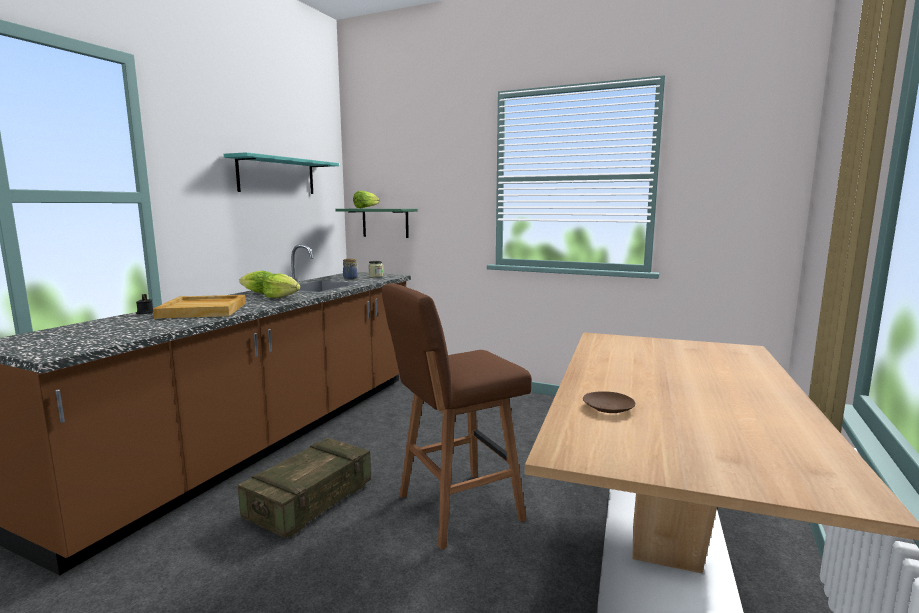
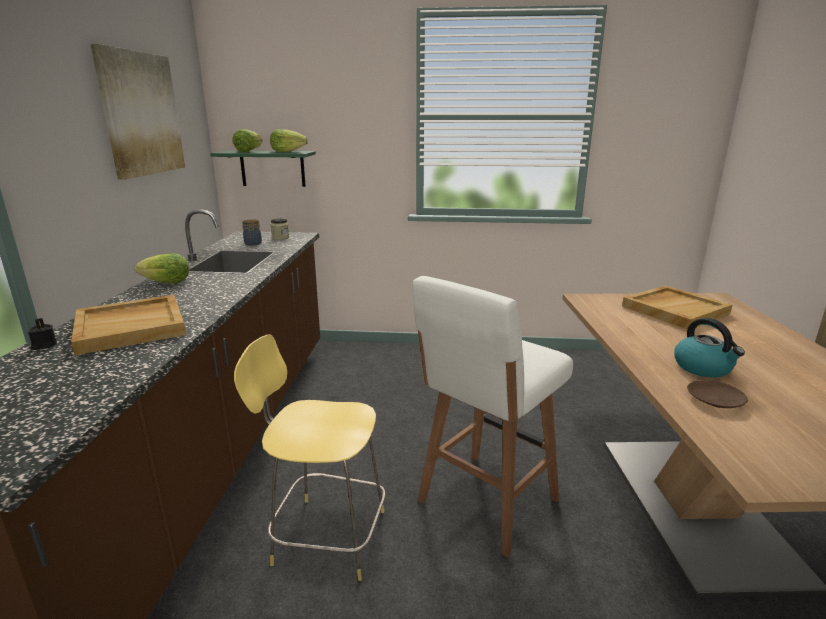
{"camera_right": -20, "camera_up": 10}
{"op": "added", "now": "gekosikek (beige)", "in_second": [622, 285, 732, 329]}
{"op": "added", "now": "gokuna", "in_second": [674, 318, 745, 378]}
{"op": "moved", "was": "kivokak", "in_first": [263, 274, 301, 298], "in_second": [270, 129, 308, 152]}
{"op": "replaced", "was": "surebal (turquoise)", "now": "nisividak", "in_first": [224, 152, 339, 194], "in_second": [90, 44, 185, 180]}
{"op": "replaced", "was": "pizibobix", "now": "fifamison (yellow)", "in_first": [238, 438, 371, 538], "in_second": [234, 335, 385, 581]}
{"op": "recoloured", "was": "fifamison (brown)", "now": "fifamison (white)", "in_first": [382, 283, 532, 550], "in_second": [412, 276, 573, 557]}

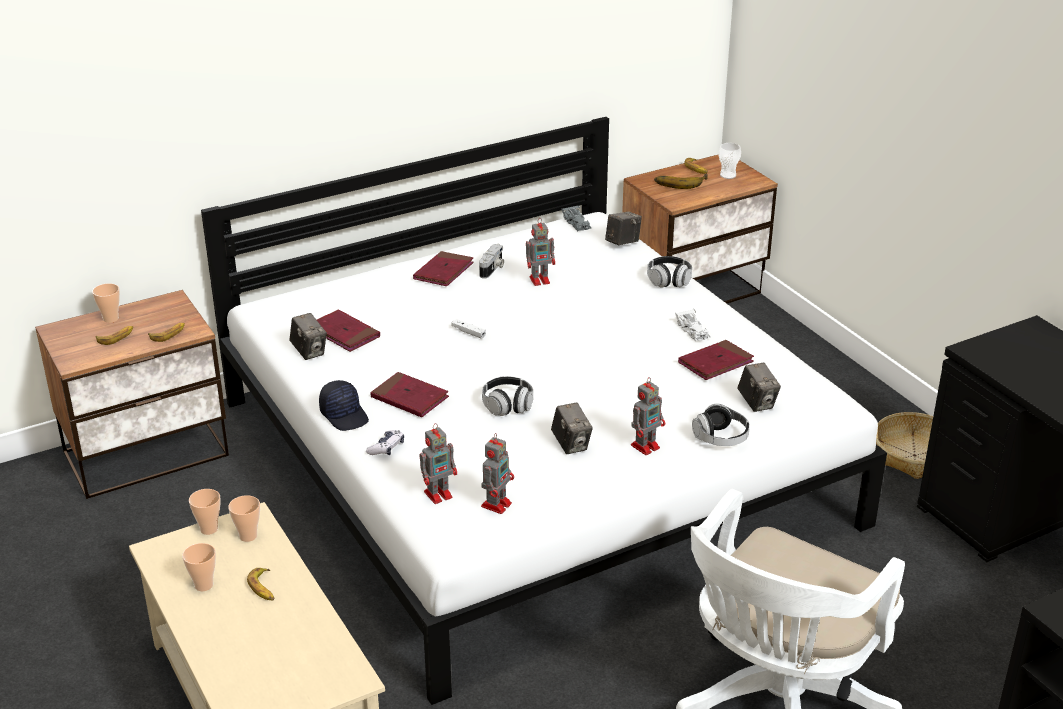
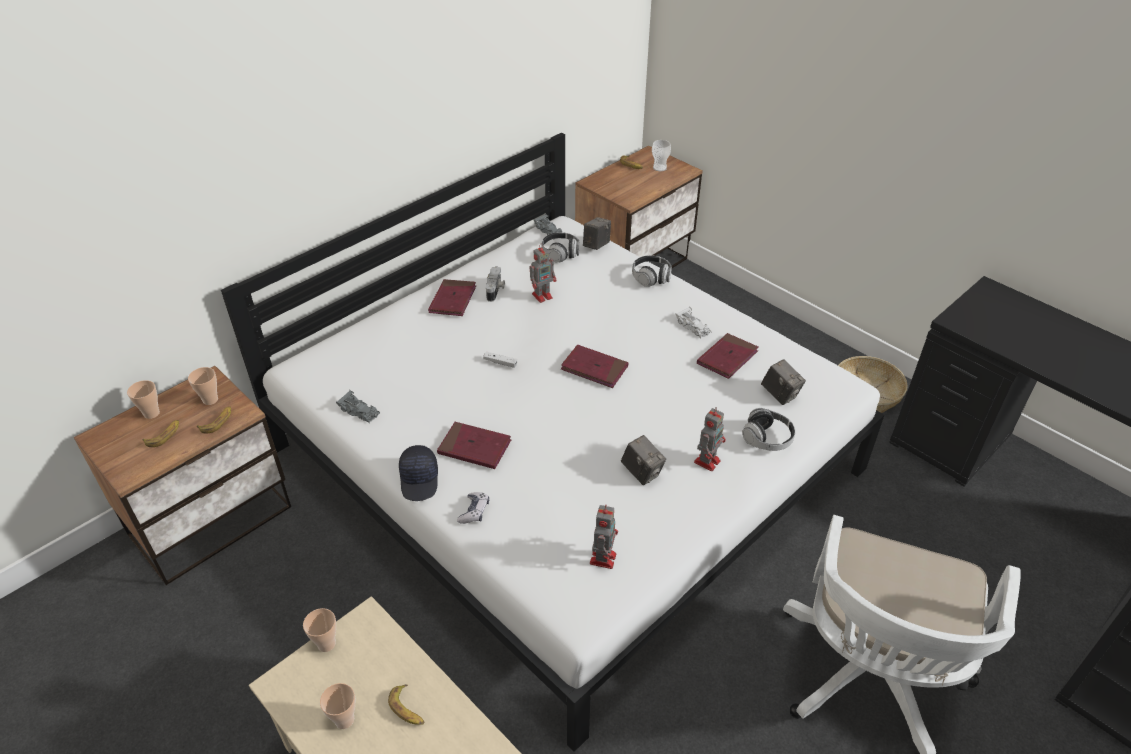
{"camera_right": -15, "camera_up": 10}
{"op": "removed", "was": "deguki", "in_first": [420, 423, 457, 504]}
{"op": "removed", "was": "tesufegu", "in_first": [654, 174, 708, 189]}
{"op": "moved", "was": "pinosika", "in_first": [228, 495, 260, 542], "in_second": [188, 367, 218, 405]}
{"op": "moved", "was": "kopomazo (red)", "in_first": [317, 309, 380, 352], "in_second": [561, 345, 628, 388]}
{"op": "moved", "was": "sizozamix", "in_first": [482, 376, 533, 416], "in_second": [541, 232, 579, 262]}
{"op": "replaced", "was": "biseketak", "now": "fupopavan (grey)", "in_first": [290, 313, 327, 360], "in_second": [336, 390, 380, 423]}
{"op": "turned", "was": "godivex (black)", "in_first": [319, 380, 369, 431], "in_second": [399, 445, 438, 501], "clockwise": 45}

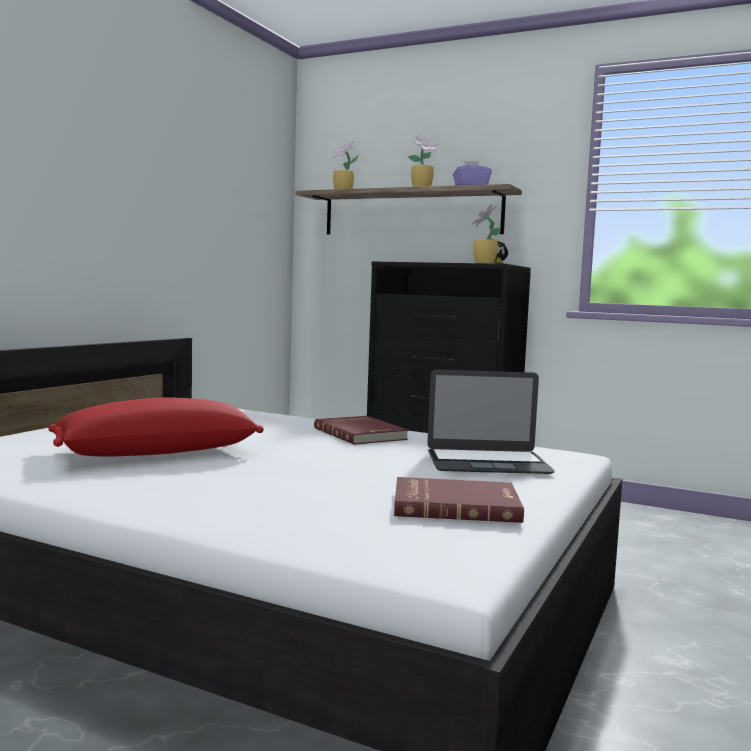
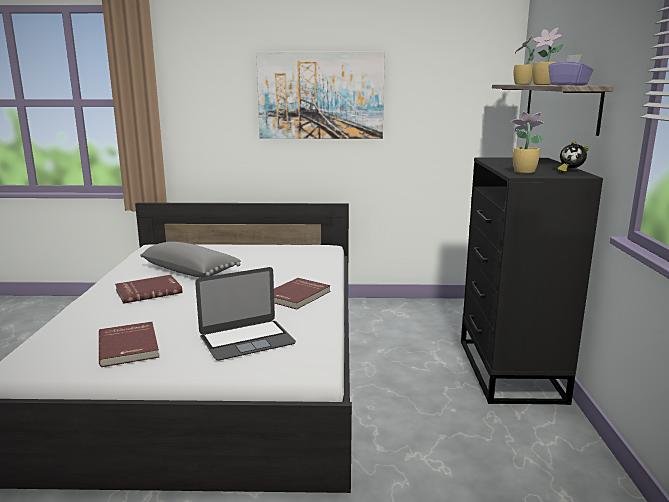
{"camera_right": 65, "camera_up": 10}
{"op": "added", "now": "kopomazo (red)", "in_second": [115, 275, 182, 303]}
{"op": "added", "now": "nisividak", "in_second": [256, 52, 385, 139]}
{"op": "recoloured", "was": "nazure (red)", "now": "nazure (grey)", "in_first": [48, 397, 264, 457], "in_second": [140, 242, 241, 278]}
{"op": "turned", "was": "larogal", "in_first": [427, 369, 555, 474], "in_second": [195, 267, 296, 361], "clockwise": -90}

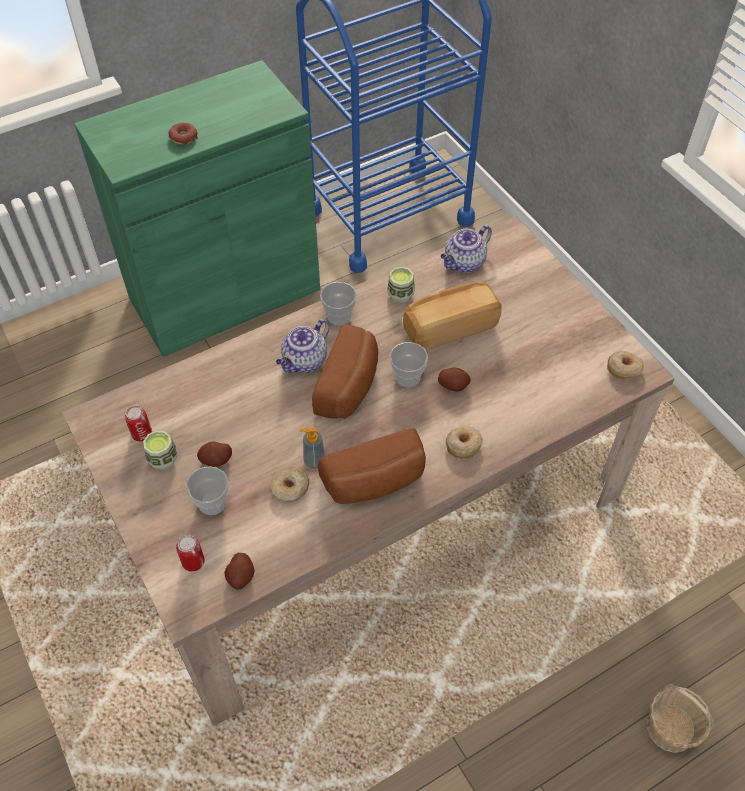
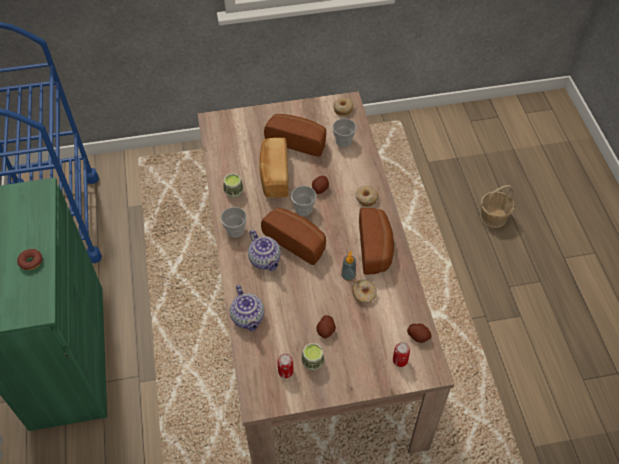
{"camera_right": -70, "camera_up": 0}
{"op": "added", "now": "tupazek", "in_second": [264, 114, 326, 157]}
{"op": "moved", "was": "pinosika", "in_first": [186, 466, 228, 515], "in_second": [332, 118, 356, 147]}
{"op": "moved", "was": "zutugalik", "in_first": [441, 225, 492, 273], "in_second": [230, 285, 264, 332]}

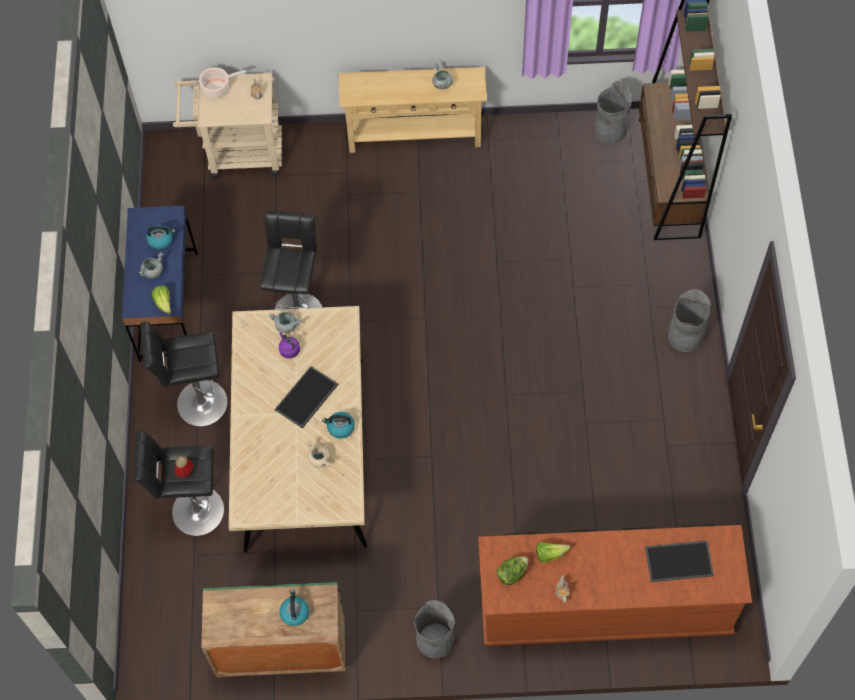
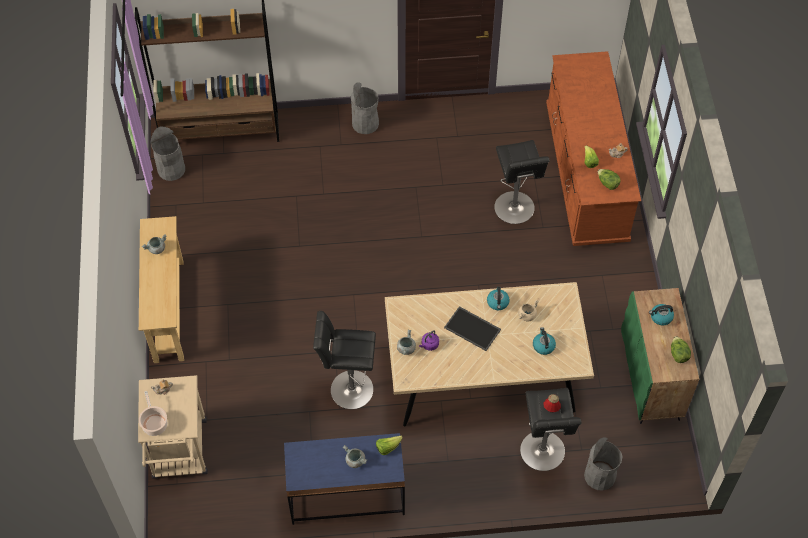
{"camera_right": -95, "camera_up": -5}
{"op": "removed", "was": "gekosikek", "in_first": [645, 541, 714, 582]}
{"op": "added", "now": "kivokak", "in_second": [671, 336, 691, 363]}
{"op": "moved", "was": "fifamison (black)", "in_first": [140, 321, 227, 426], "in_second": [494, 140, 550, 224]}
{"op": "moved", "was": "gokuna", "in_first": [146, 225, 175, 250], "in_second": [533, 327, 556, 355]}
{"op": "moved", "was": "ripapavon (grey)", "in_first": [414, 600, 455, 659], "in_second": [584, 437, 623, 490]}

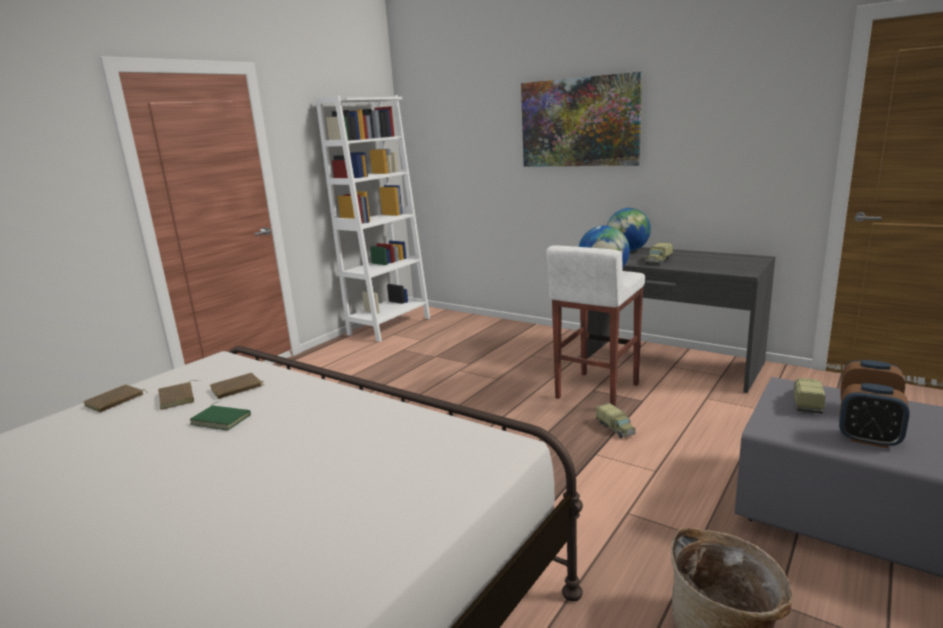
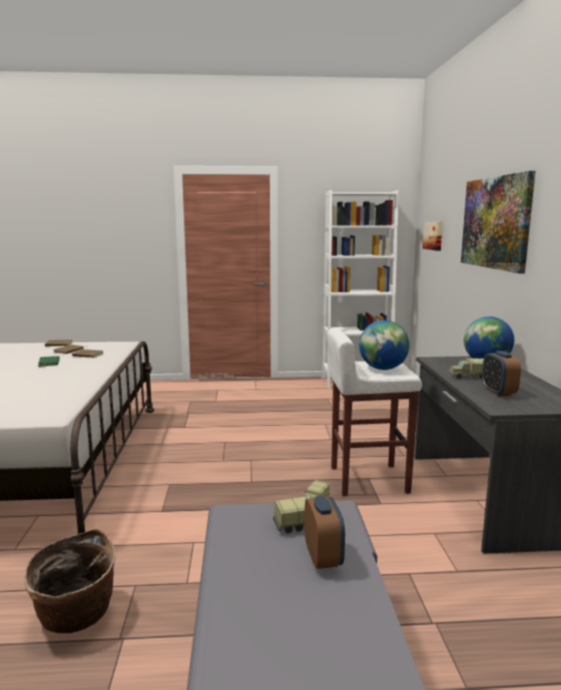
{"camera_right": 50, "camera_up": -5}
{"op": "added", "now": "nisividak", "in_second": [423, 221, 443, 251]}
{"op": "moved", "was": "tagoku", "in_first": [839, 383, 910, 448], "in_second": [482, 351, 521, 396]}

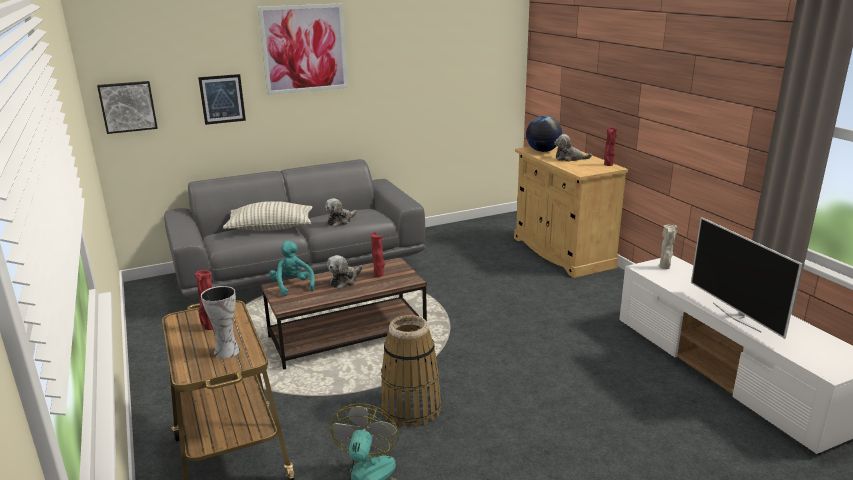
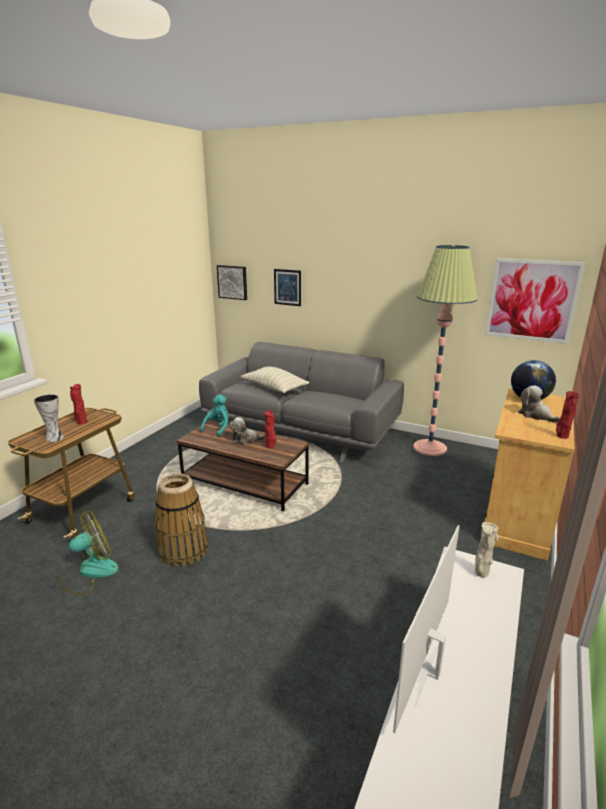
{"camera_right": 50, "camera_up": 0}
{"op": "removed", "was": "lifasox", "in_first": [325, 198, 357, 227]}
{"op": "added", "now": "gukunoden", "in_second": [413, 245, 477, 456]}
{"op": "moved", "was": "nisividak", "in_first": [258, 3, 348, 95], "in_second": [485, 258, 585, 344]}

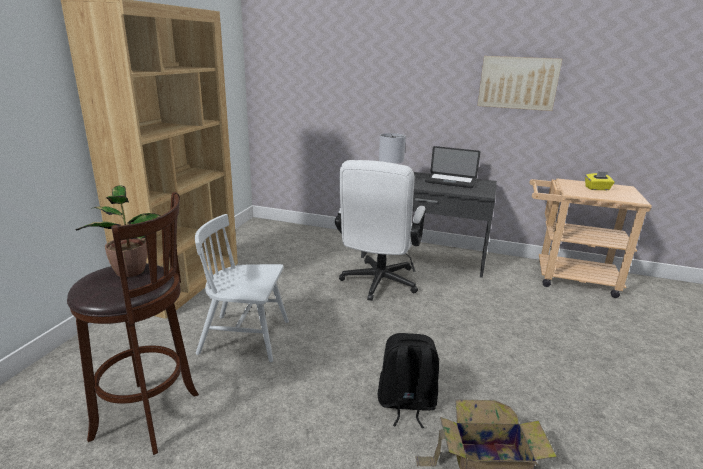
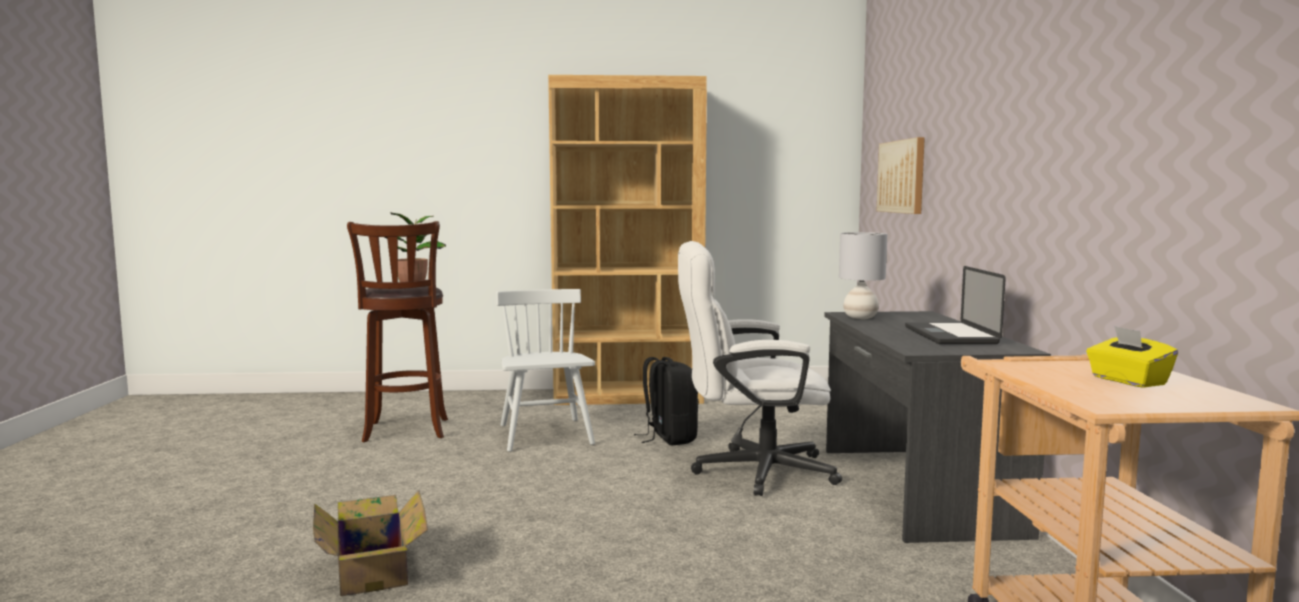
{"camera_right": 70, "camera_up": -15}
{"op": "moved", "was": "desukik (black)", "in_first": [378, 333, 439, 428], "in_second": [634, 357, 699, 446]}
{"op": "moved", "was": "nisividak", "in_first": [477, 56, 562, 111], "in_second": [877, 137, 925, 214]}

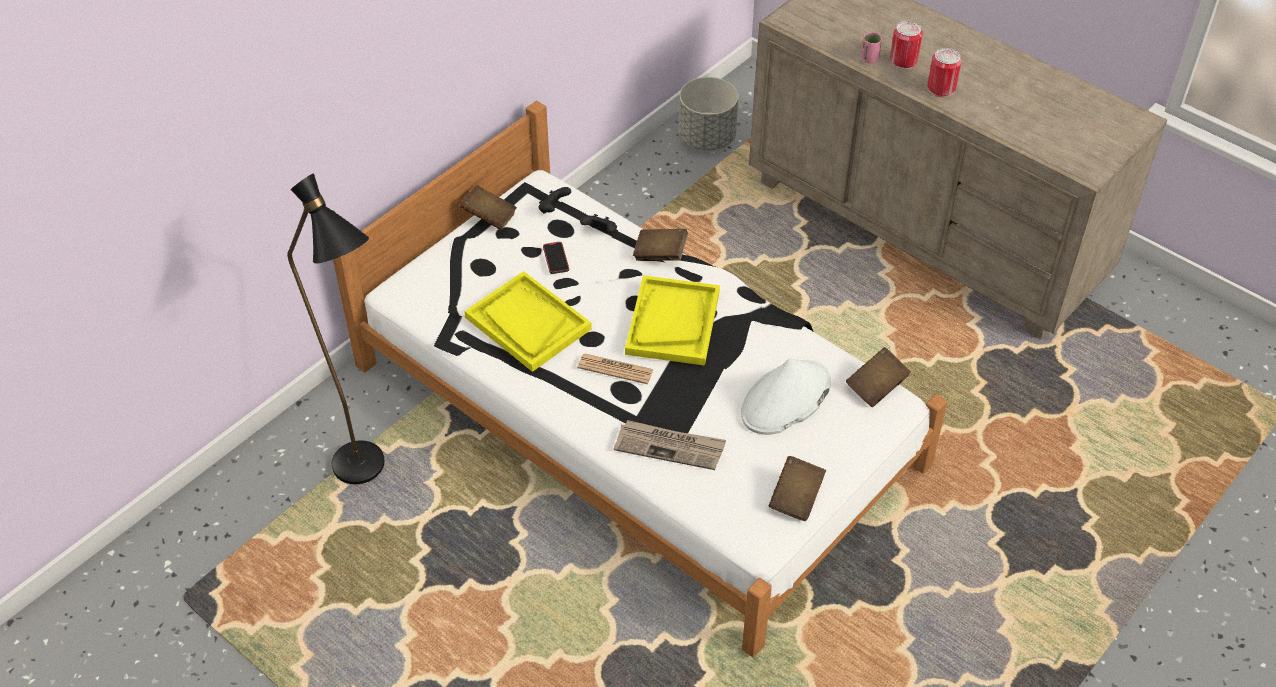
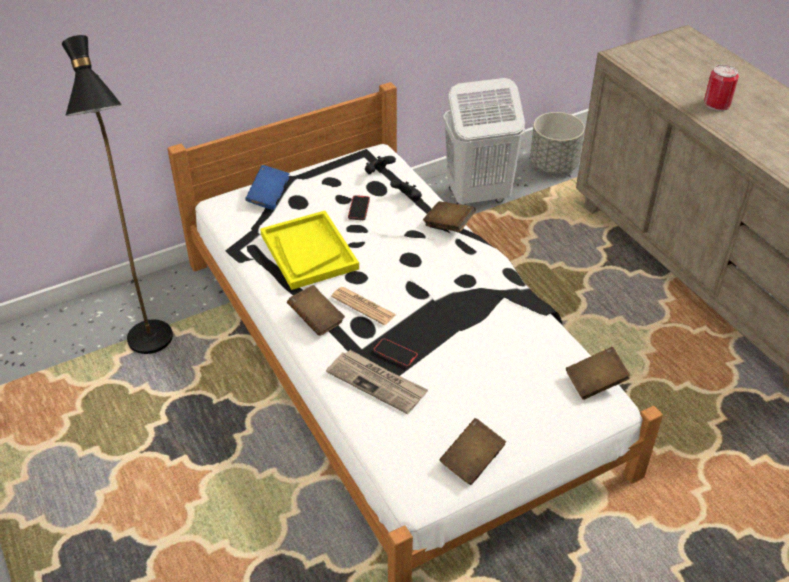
{"camera_right": 20, "camera_up": -5}
{"op": "removed", "was": "gekosikek (yellow)", "in_first": [625, 275, 720, 366]}
{"op": "removed", "was": "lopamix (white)", "in_first": [741, 358, 831, 435]}
{"op": "removed", "was": "pinosika (pink)", "in_first": [861, 32, 882, 63]}
{"op": "removed", "was": "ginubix", "in_first": [927, 48, 962, 97]}
{"op": "added", "now": "kopomazo (blue)", "in_second": [245, 165, 290, 210]}
{"op": "added", "now": "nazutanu", "in_second": [374, 338, 418, 367]}
{"op": "added", "now": "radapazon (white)", "in_second": [443, 78, 525, 205]}
{"op": "moved", "was": "kopomazo (brown)", "in_first": [460, 185, 517, 230], "in_second": [287, 285, 345, 336]}

